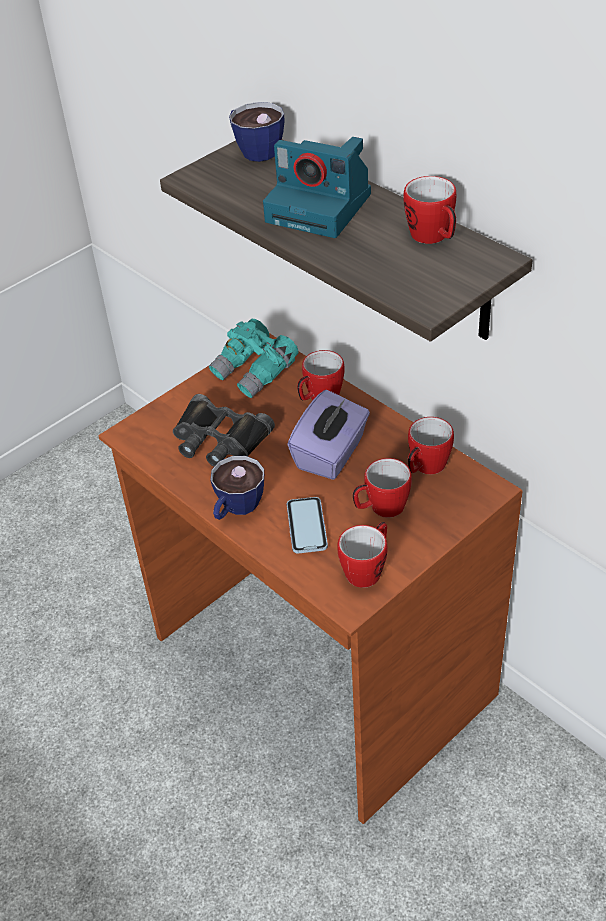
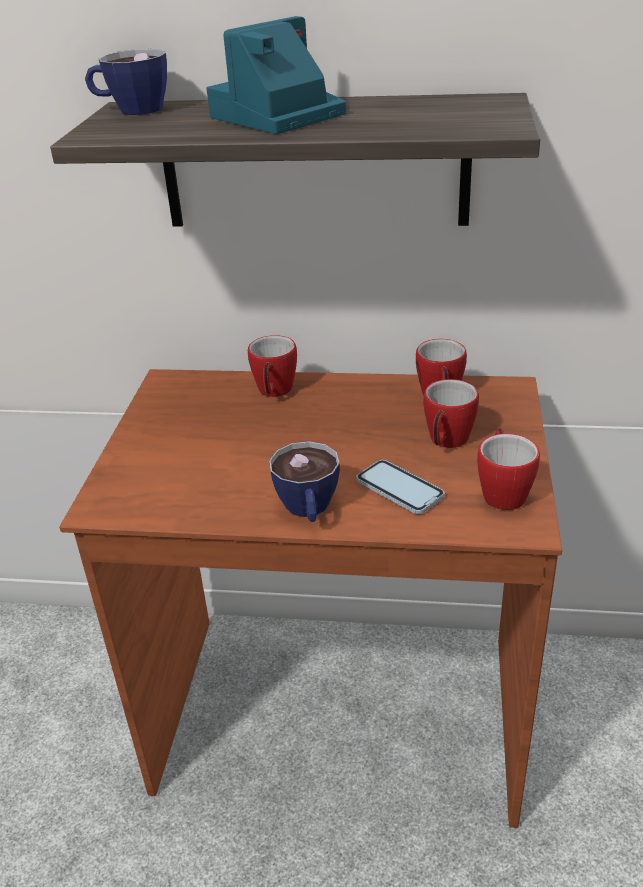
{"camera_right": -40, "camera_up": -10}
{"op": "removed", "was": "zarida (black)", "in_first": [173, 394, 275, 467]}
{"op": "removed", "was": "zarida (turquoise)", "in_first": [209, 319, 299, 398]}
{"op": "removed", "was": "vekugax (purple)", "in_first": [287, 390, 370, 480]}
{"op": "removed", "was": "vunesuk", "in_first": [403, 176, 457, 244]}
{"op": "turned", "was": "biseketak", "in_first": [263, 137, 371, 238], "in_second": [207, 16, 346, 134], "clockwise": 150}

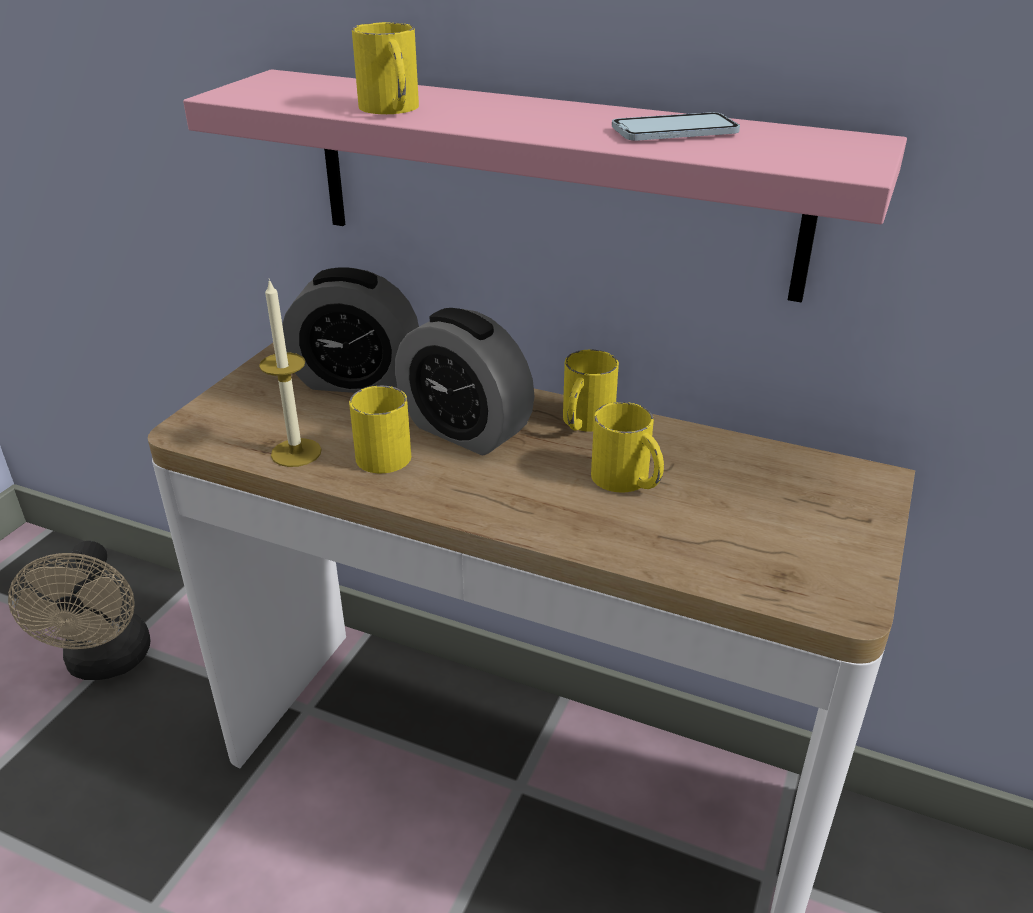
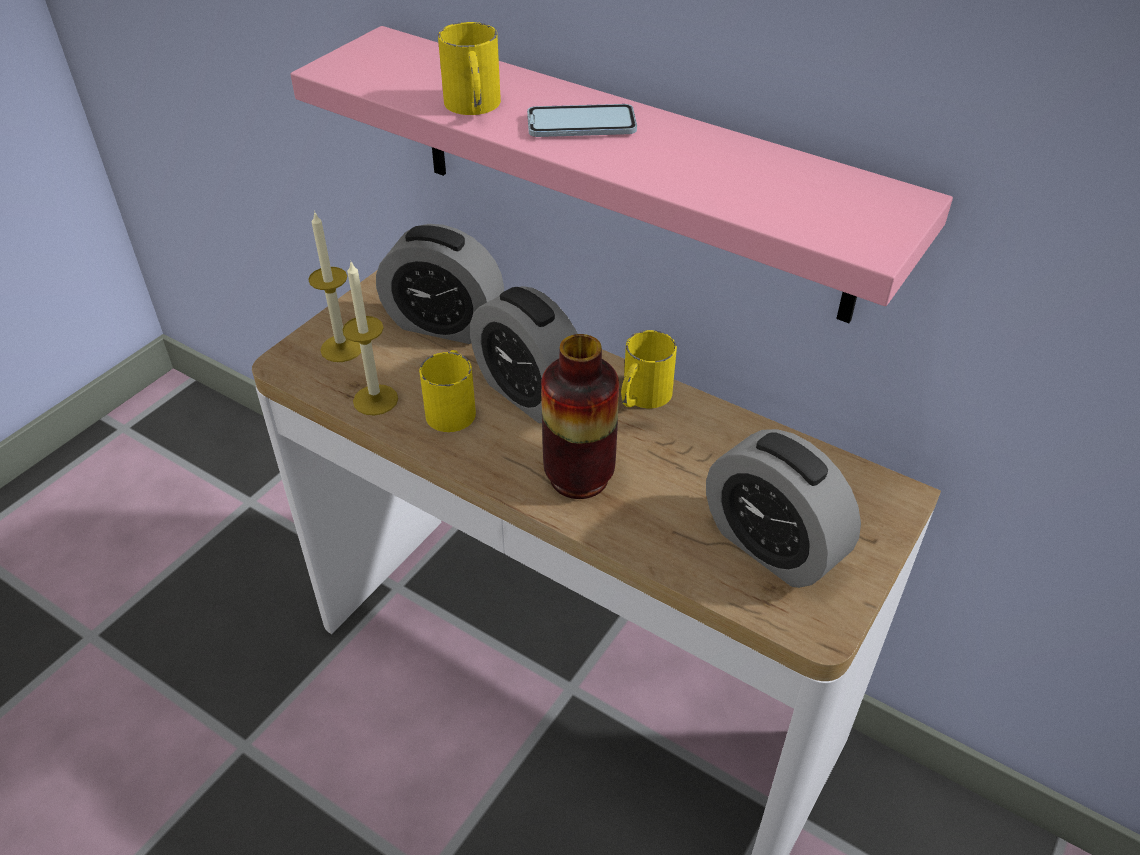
{"camera_right": 10, "camera_up": 10}
{"op": "removed", "was": "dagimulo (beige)", "in_first": [8, 541, 151, 680]}
{"op": "removed", "was": "vunesuk (yellow)", "in_first": [591, 402, 664, 493]}
{"op": "added", "now": "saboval", "in_second": [308, 211, 361, 362]}
{"op": "added", "now": "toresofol", "in_second": [541, 334, 619, 499]}
{"op": "added", "now": "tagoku", "in_second": [706, 429, 861, 588]}
{"op": "moved", "was": "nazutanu", "in_first": [612, 112, 740, 141], "in_second": [527, 104, 637, 137]}

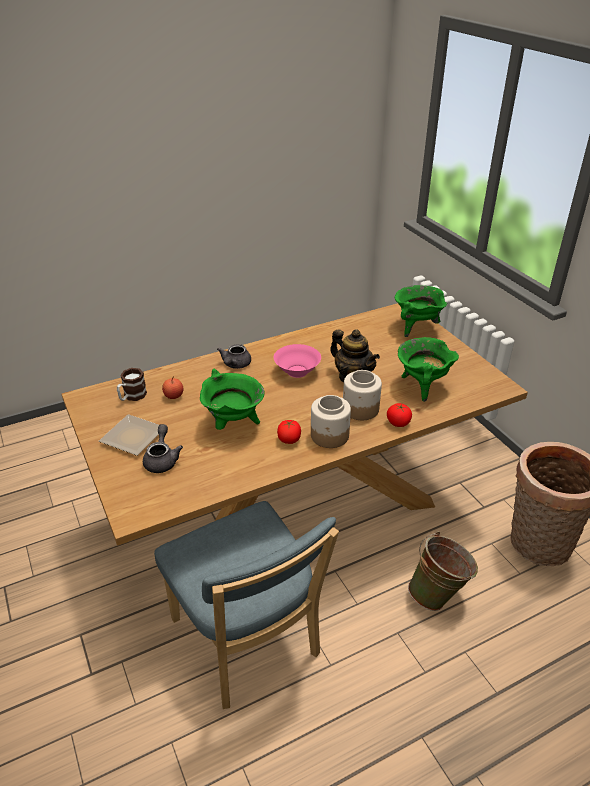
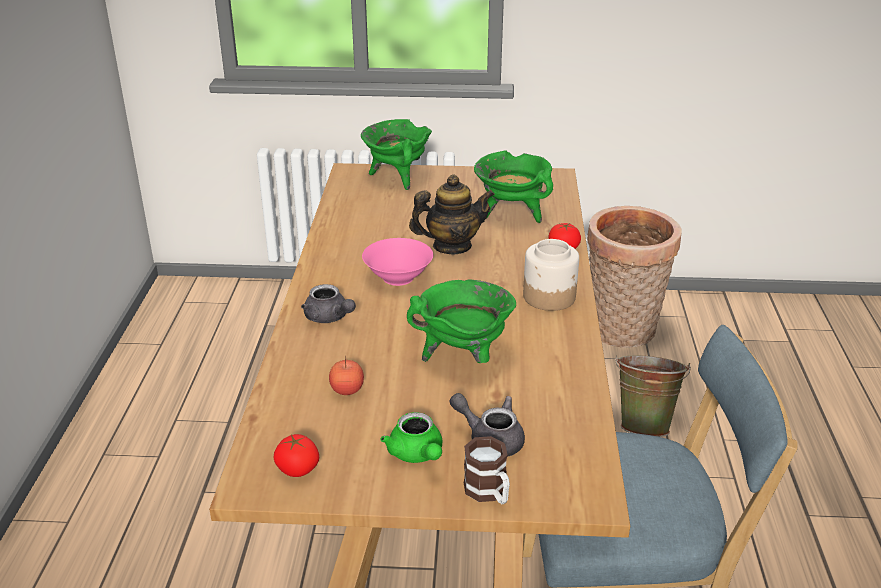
{"camera_right": -60, "camera_up": -5}
{"op": "removed", "was": "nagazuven", "in_first": [343, 370, 382, 420]}
{"op": "moved", "was": "vunesuk", "in_first": [117, 368, 147, 401], "in_second": [464, 436, 510, 504]}
{"op": "moved", "was": "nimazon", "in_first": [277, 420, 301, 444], "in_second": [274, 434, 319, 477]}
{"op": "replaced", "was": "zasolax", "now": "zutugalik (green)", "in_first": [99, 414, 159, 456], "in_second": [380, 412, 442, 463]}

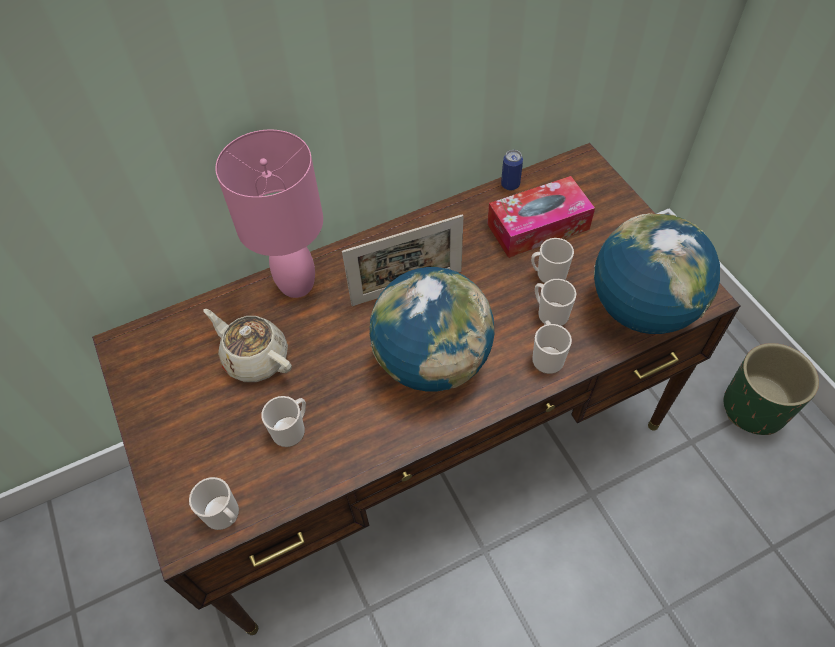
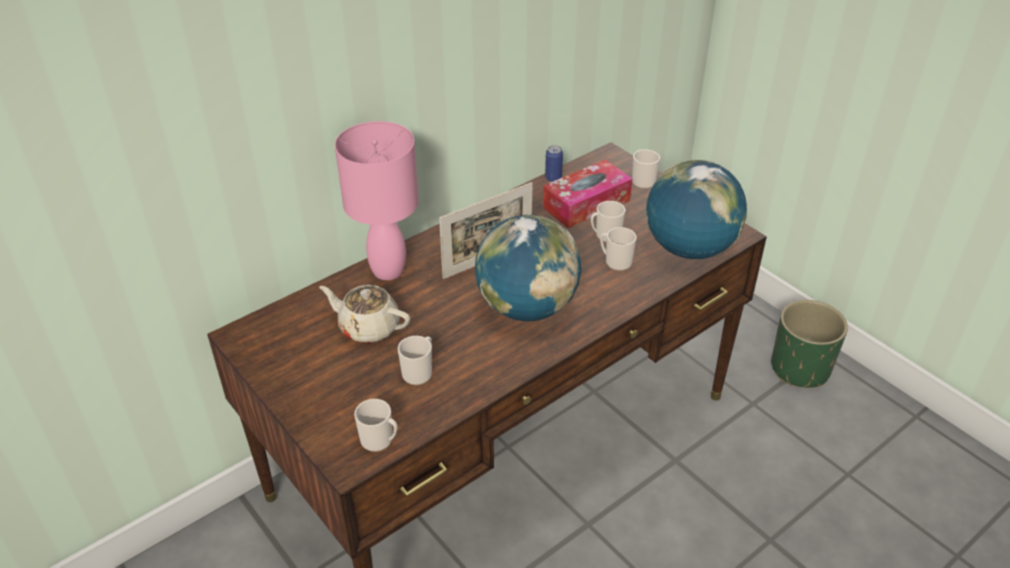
{"camera_right": -15, "camera_up": -15}
{"op": "moved", "was": "vunesuk", "in_first": [532, 321, 572, 374], "in_second": [632, 149, 660, 189]}

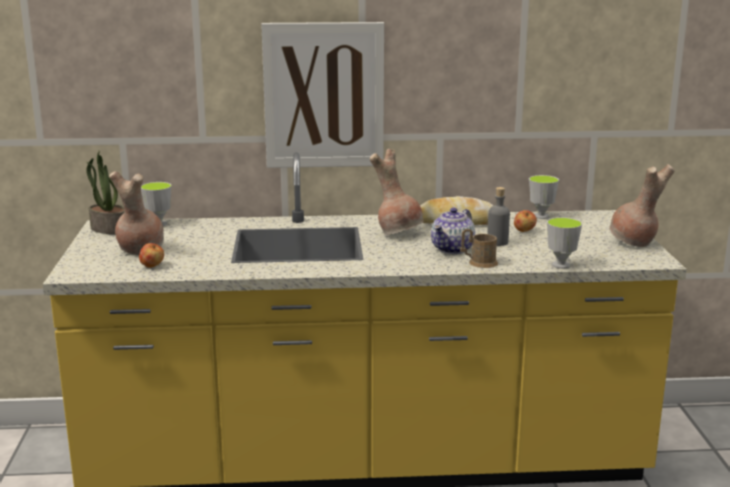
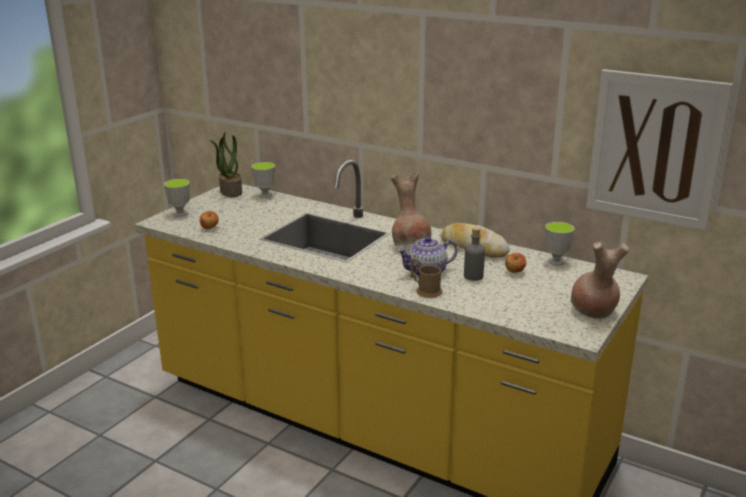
{"camera_right": 35, "camera_up": 5}
{"op": "removed", "was": "toresofol (brown)", "in_first": [109, 171, 164, 255]}
{"op": "moved", "was": "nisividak", "in_first": [261, 22, 384, 168], "in_second": [586, 69, 733, 231]}
{"op": "moved", "was": "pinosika", "in_first": [547, 217, 582, 269], "in_second": [164, 179, 190, 217]}

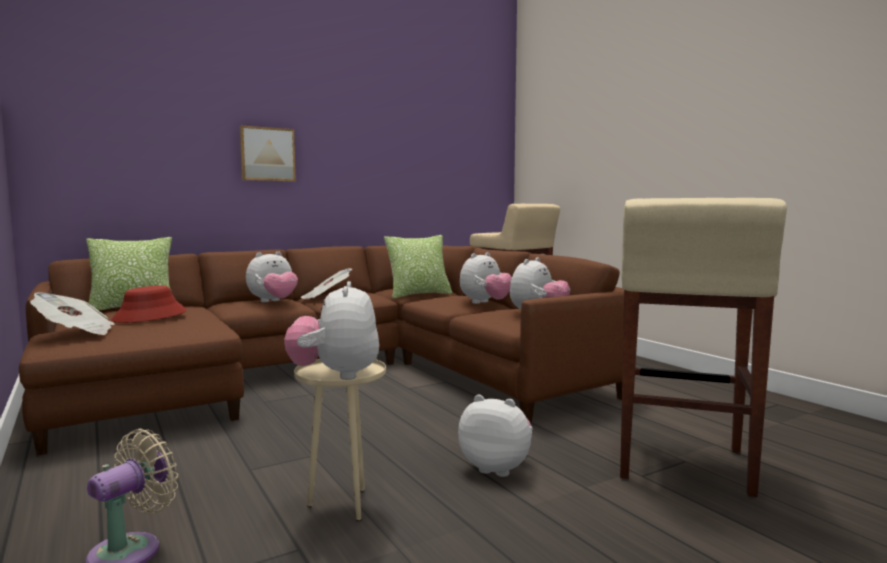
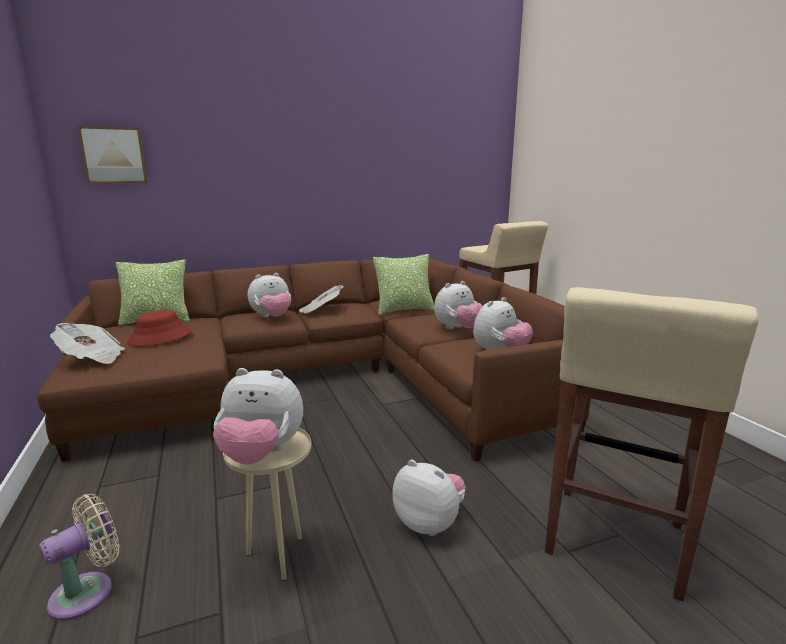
{"camera_right": 10, "camera_up": 10}
{"op": "moved", "was": "nisividak", "in_first": [240, 126, 296, 181], "in_second": [78, 126, 148, 183]}
{"op": "turned", "was": "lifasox", "in_first": [284, 281, 379, 380], "in_second": [213, 368, 303, 465], "clockwise": -90}

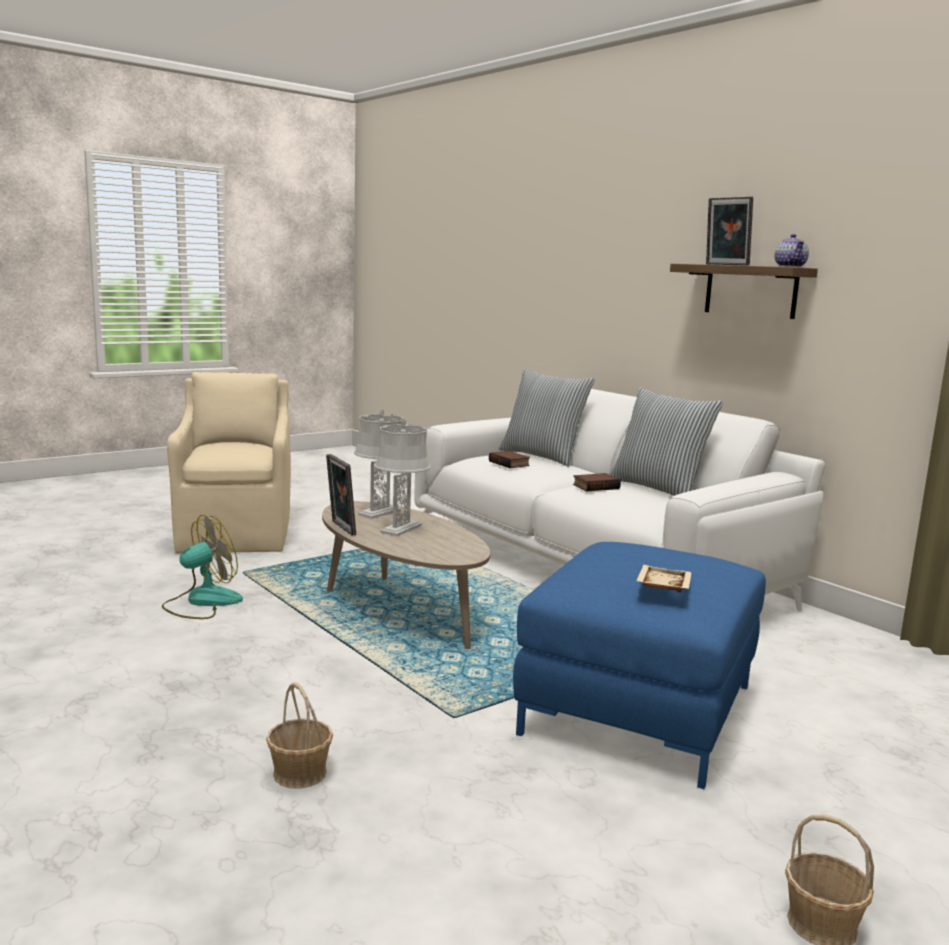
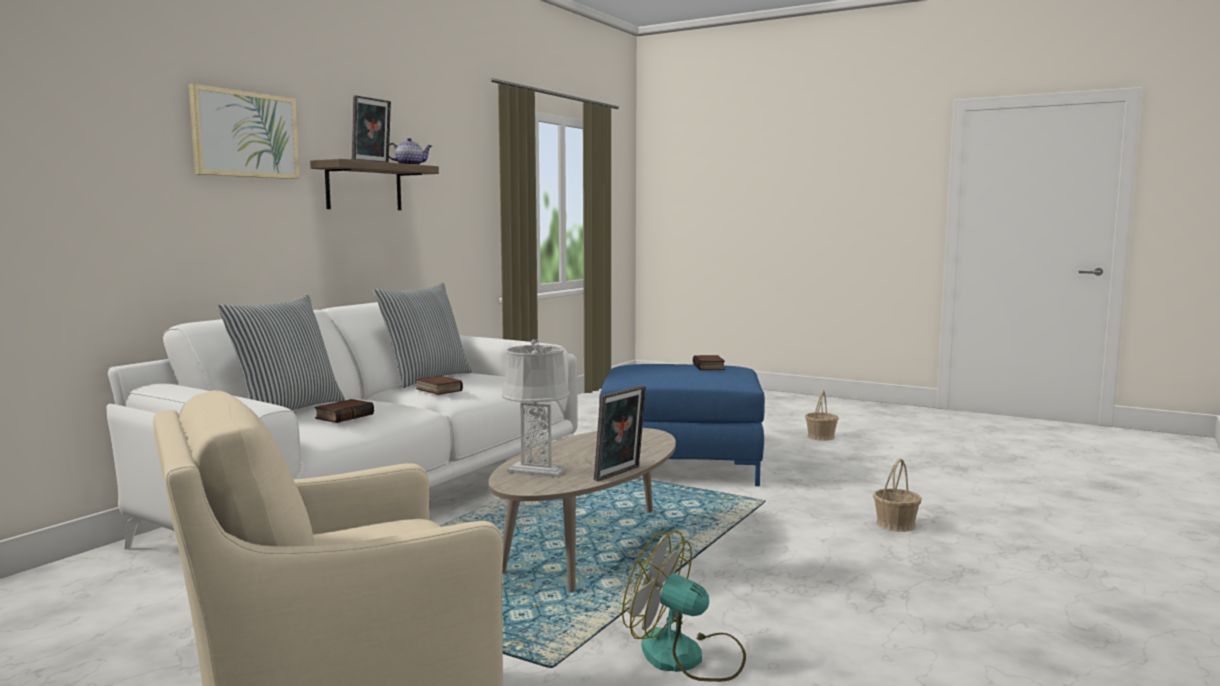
{"camera_right": -110, "camera_up": -5}
{"op": "removed", "was": "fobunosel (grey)", "in_first": [375, 420, 431, 536]}
{"op": "added", "now": "nisividak", "in_second": [189, 84, 300, 179]}
{"op": "replaced", "was": "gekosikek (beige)", "now": "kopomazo", "in_first": [636, 565, 692, 593], "in_second": [693, 355, 725, 370]}

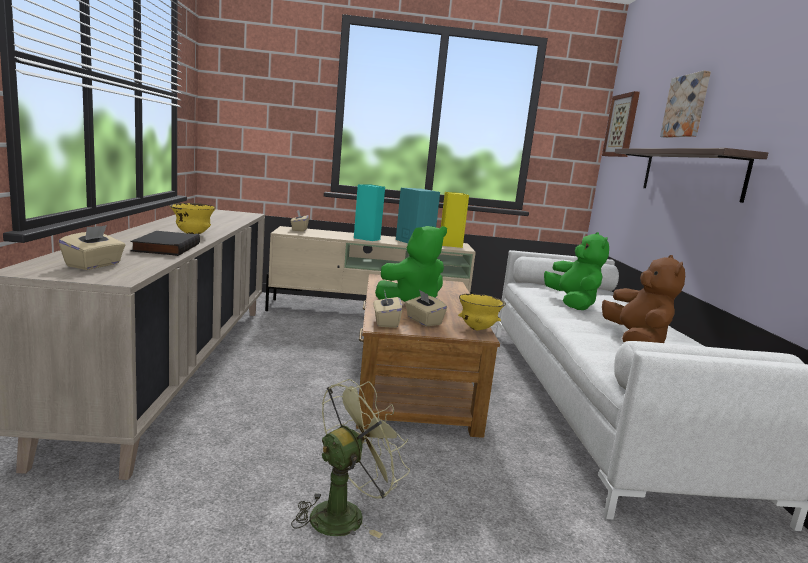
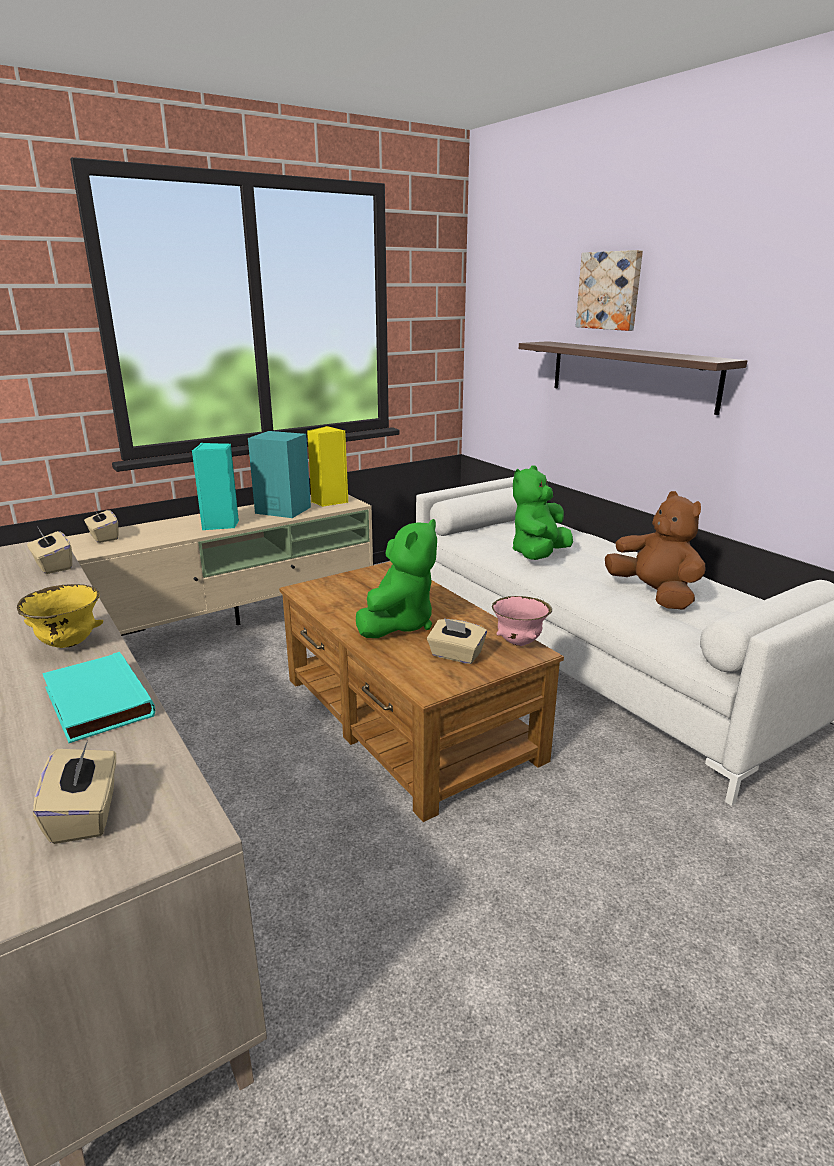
{"camera_right": -30, "camera_up": 10}
{"op": "removed", "was": "dagimulo (green)", "in_first": [291, 379, 410, 538]}
{"op": "removed", "was": "nisividak", "in_first": [602, 91, 640, 157]}
{"op": "moved", "was": "vekugax (beige)", "in_first": [374, 293, 402, 328], "in_second": [27, 528, 72, 574]}
{"op": "recoloured", "was": "kopomazo (black)", "now": "kopomazo (turquoise)", "in_first": [130, 231, 200, 256], "in_second": [42, 652, 155, 743]}
{"op": "recoloured", "was": "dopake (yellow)", "now": "dopake (pink)", "in_first": [458, 294, 506, 330], "in_second": [492, 596, 552, 646]}
{"op": "turned", "was": "lifasox (green)", "in_first": [544, 232, 609, 310], "in_second": [512, 465, 573, 560], "clockwise": -105}

